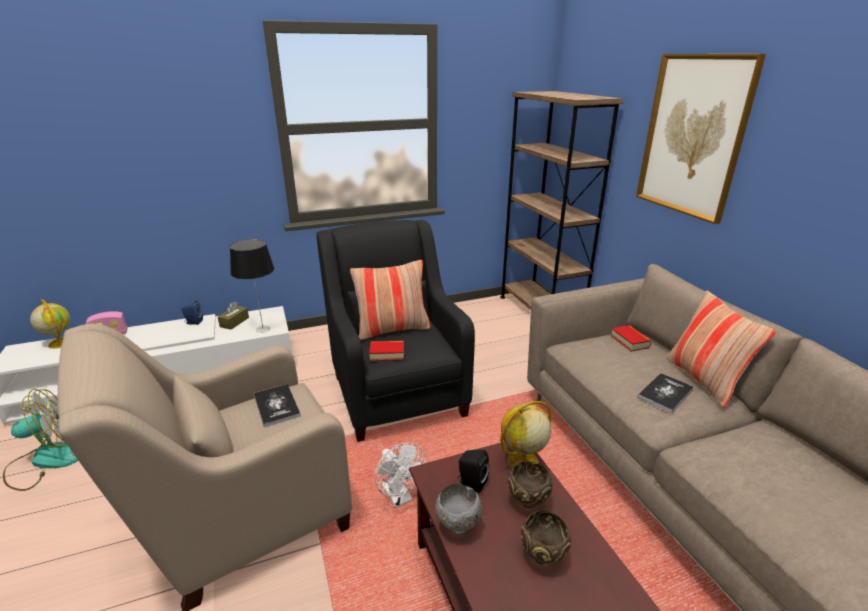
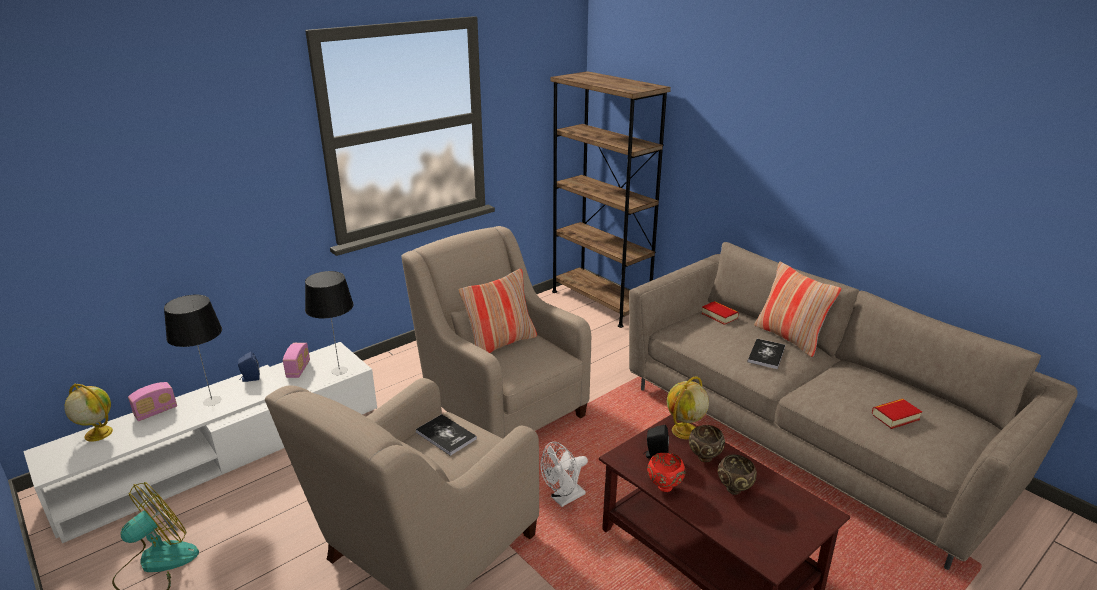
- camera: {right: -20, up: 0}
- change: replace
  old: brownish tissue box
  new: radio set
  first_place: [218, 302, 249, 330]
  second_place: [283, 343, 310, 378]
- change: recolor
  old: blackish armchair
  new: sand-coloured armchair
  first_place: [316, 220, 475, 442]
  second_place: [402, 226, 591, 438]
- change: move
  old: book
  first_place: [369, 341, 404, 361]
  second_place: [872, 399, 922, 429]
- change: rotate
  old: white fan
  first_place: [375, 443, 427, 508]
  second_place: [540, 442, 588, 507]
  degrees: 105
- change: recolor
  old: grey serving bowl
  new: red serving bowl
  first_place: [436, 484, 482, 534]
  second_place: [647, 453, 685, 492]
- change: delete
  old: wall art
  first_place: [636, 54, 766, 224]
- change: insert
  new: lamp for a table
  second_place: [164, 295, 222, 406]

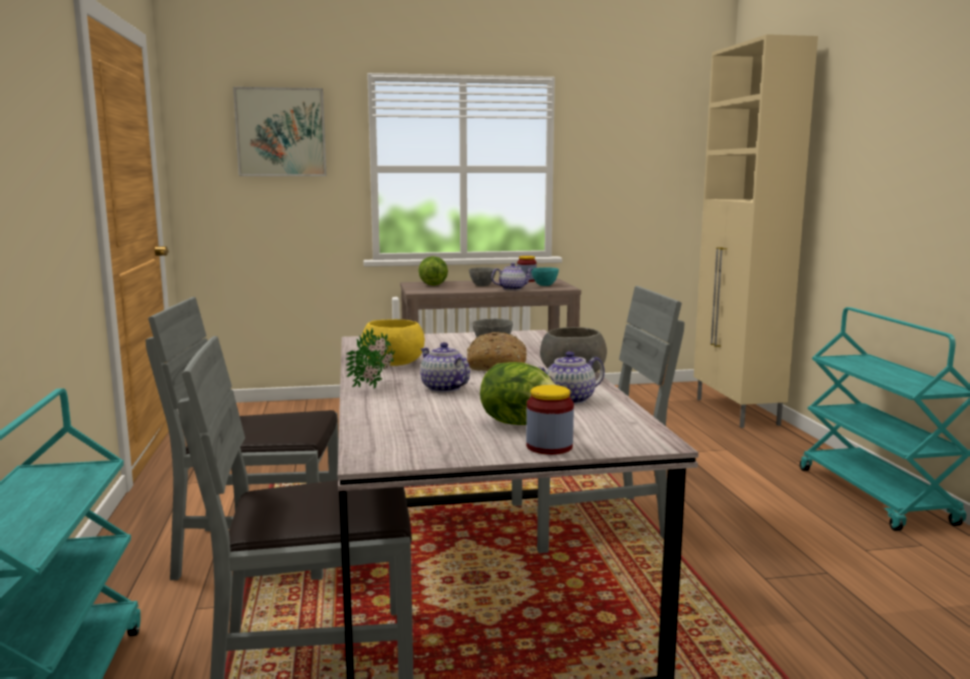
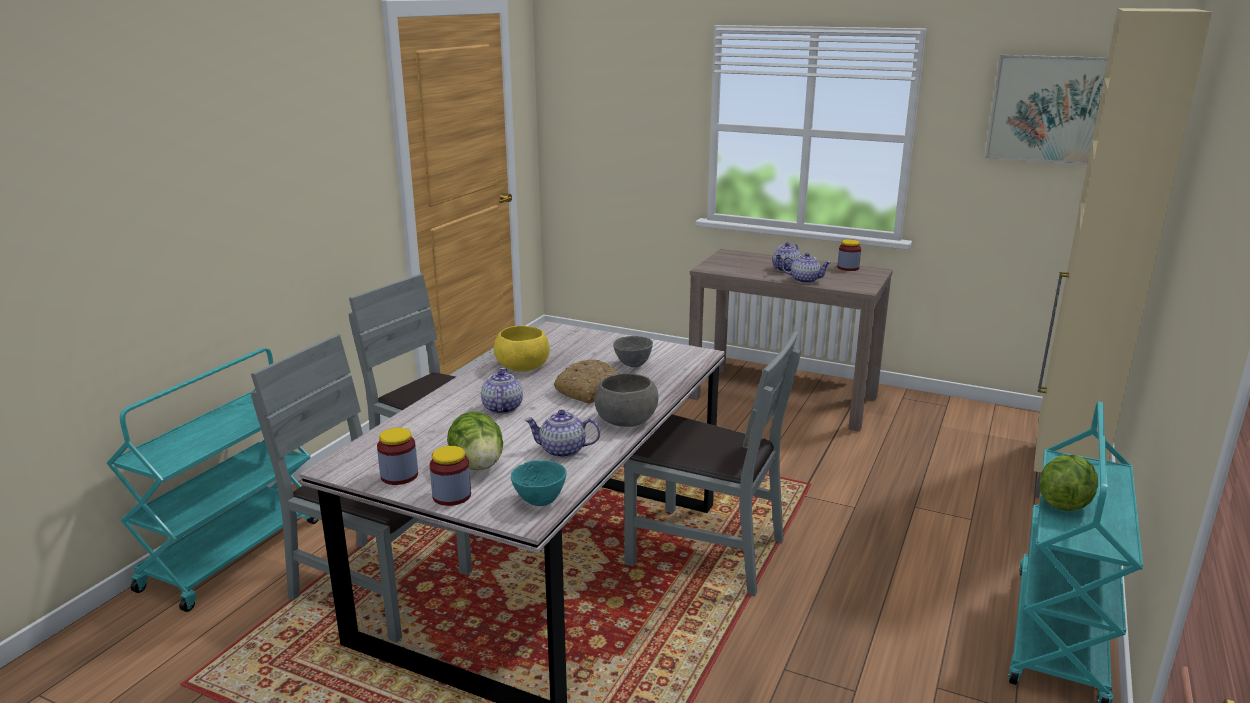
- camera: {right: 35, up: 10}
- change: move
  old: wall art
  first_place: [233, 87, 327, 176]
  second_place: [985, 55, 1108, 165]
- change: delete
  old: potted plant
  first_place: [346, 329, 395, 389]
- change: move
  old: lettuce head
  first_place: [418, 256, 448, 286]
  second_place: [1040, 454, 1098, 511]
- change: replace
  old: grey serving bowl
  new: tea pot
  first_place: [469, 267, 496, 286]
  second_place: [772, 242, 801, 272]
- change: move
  old: blue-green serving bowl
  first_place: [531, 267, 559, 286]
  second_place: [511, 460, 567, 506]
- change: insert
  new: preserve jar
  second_place: [377, 428, 418, 485]

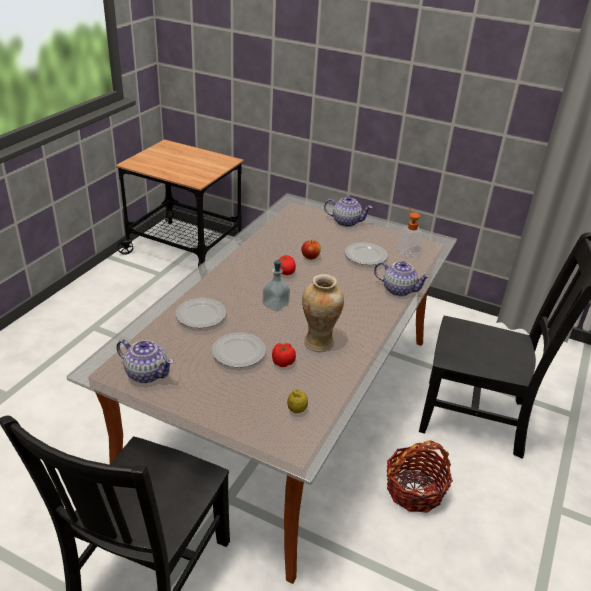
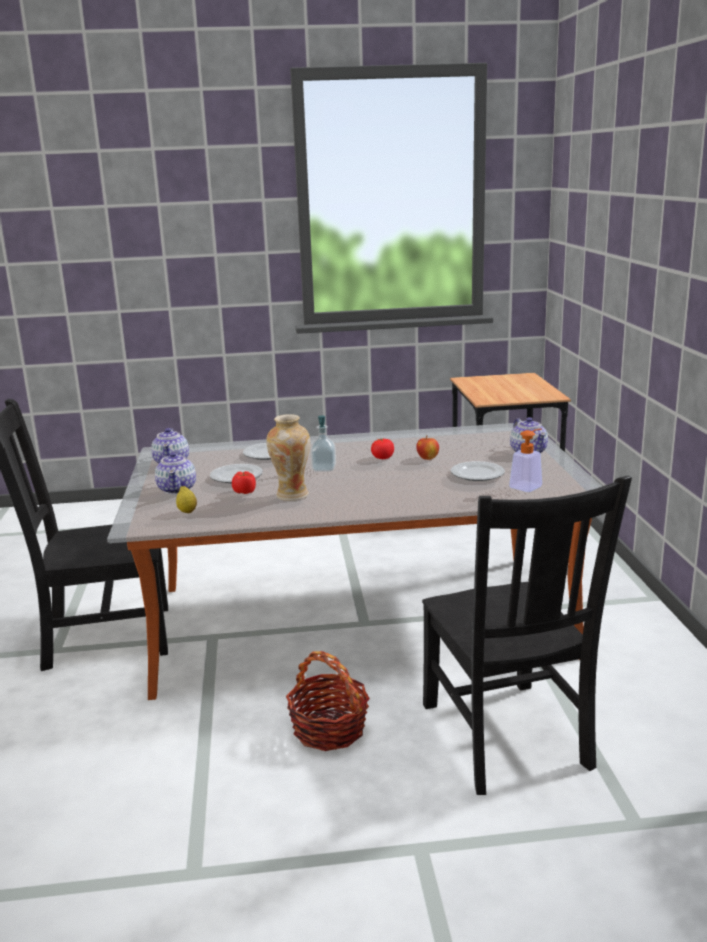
- camera: {right: 60, up: -15}
- change: move
  old: tea pot
  first_place: [374, 261, 430, 297]
  second_place: [155, 452, 196, 494]

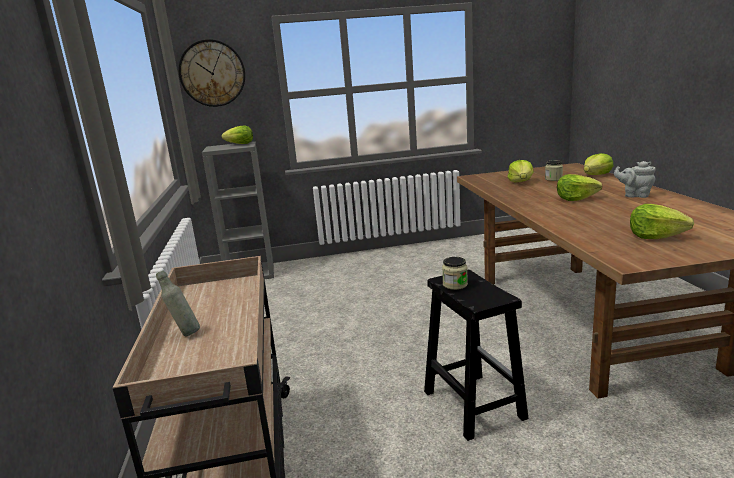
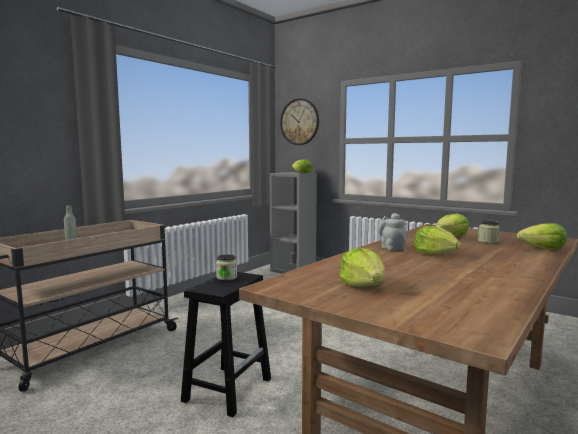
- camera: {right: 45, up: -10}
- change: move
  old: grey tea pot
  first_place: [614, 161, 656, 198]
  second_place: [379, 213, 406, 251]

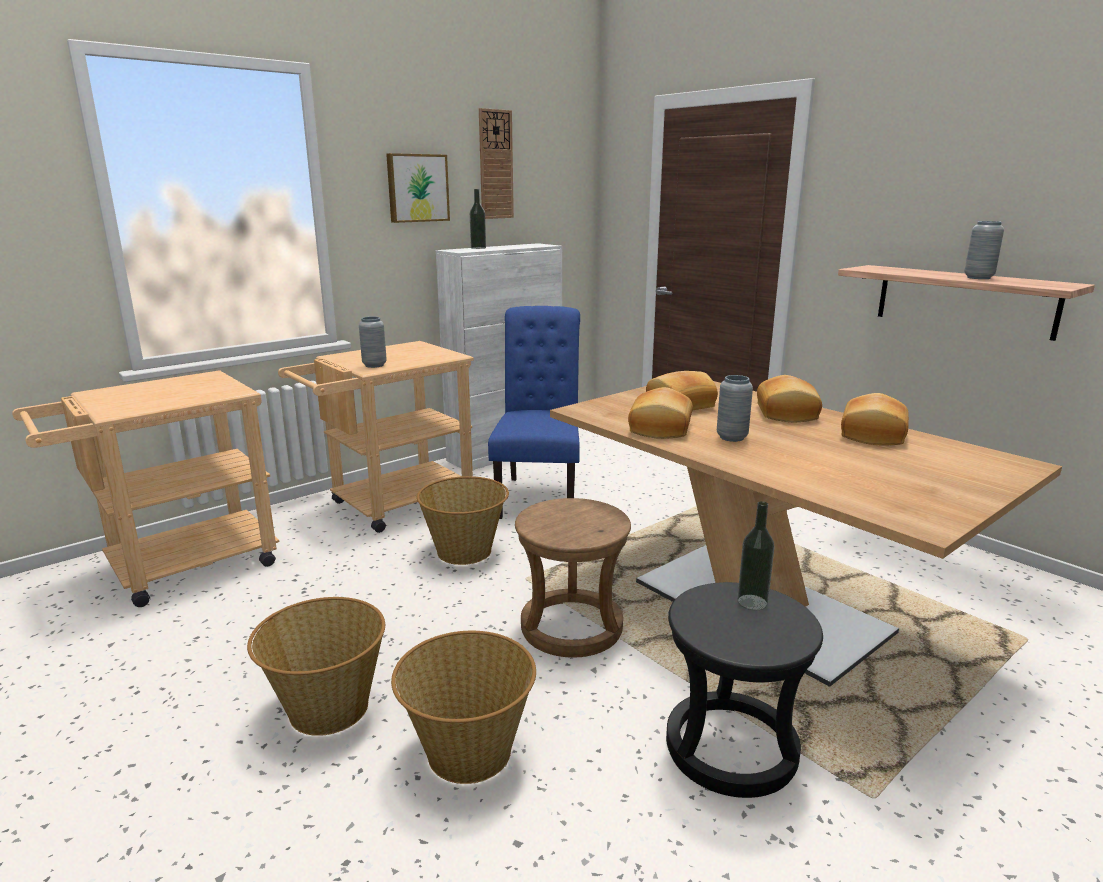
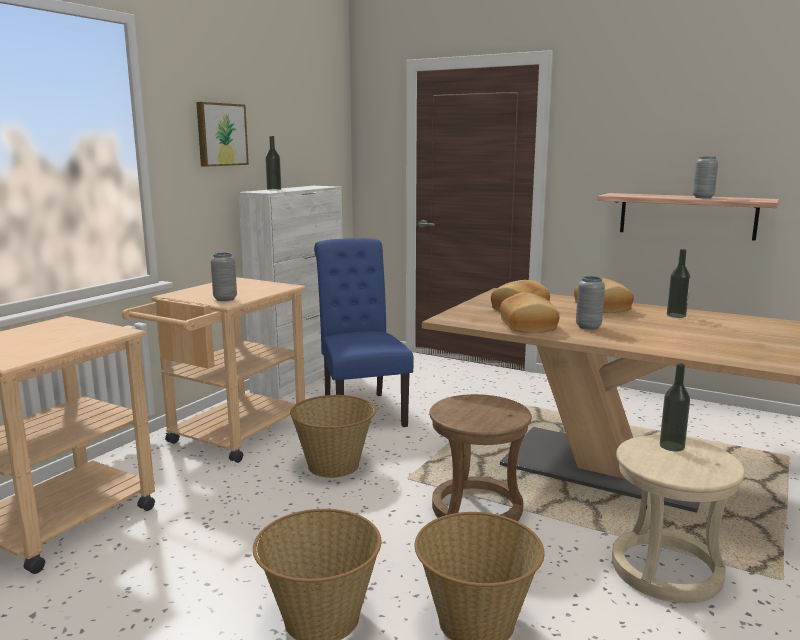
- camera: {right: -20, up: -5}
- change: delete
  old: clock on the wall
  first_place: [479, 108, 514, 219]
- change: recolor
  old: blackish sitting stool
  new: sand-coloured sitting stool
  first_place: [666, 582, 823, 798]
  second_place: [612, 435, 745, 603]
- change: replace
  old: bakery bread
  new: bottle
  first_place: [841, 393, 909, 445]
  second_place: [667, 249, 690, 318]

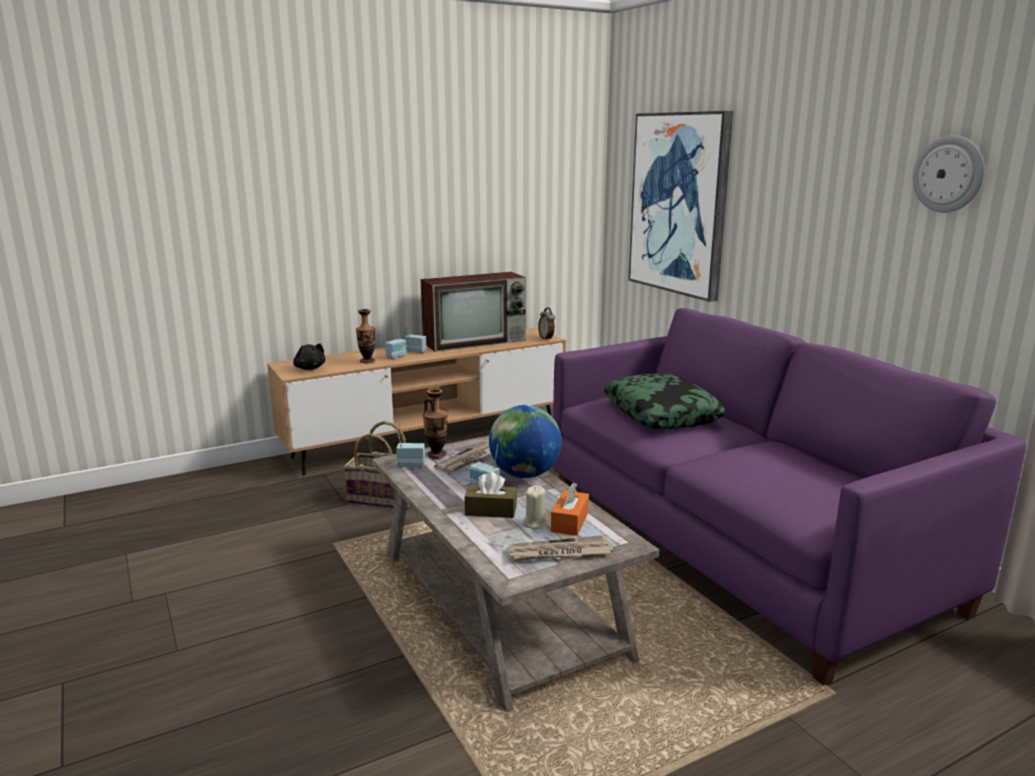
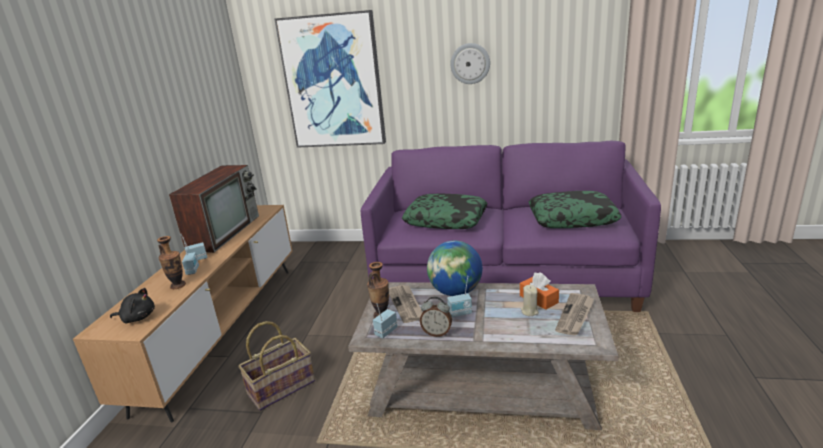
- camera: {right: -50, up: 5}
- change: delete
  old: brownish tissue box
  first_place: [464, 472, 517, 518]
- change: move
  old: bedside clock
  first_place: [538, 308, 555, 341]
  second_place: [420, 297, 452, 337]
- change: move
  old: clock on the wall
  first_place: [913, 136, 984, 213]
  second_place: [450, 43, 490, 84]
- change: insert
  new: cushion
  second_place: [529, 191, 622, 228]

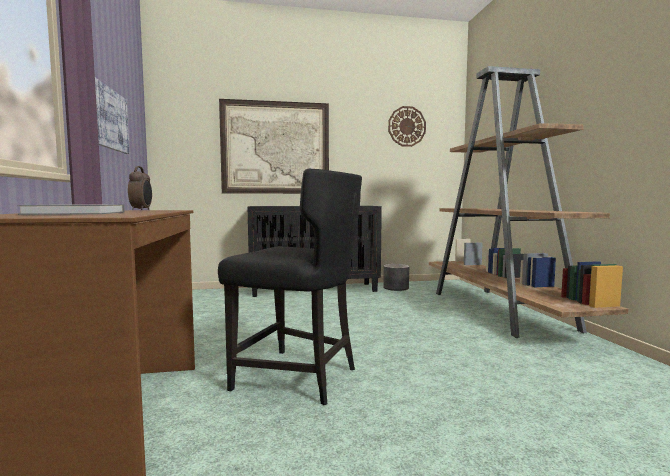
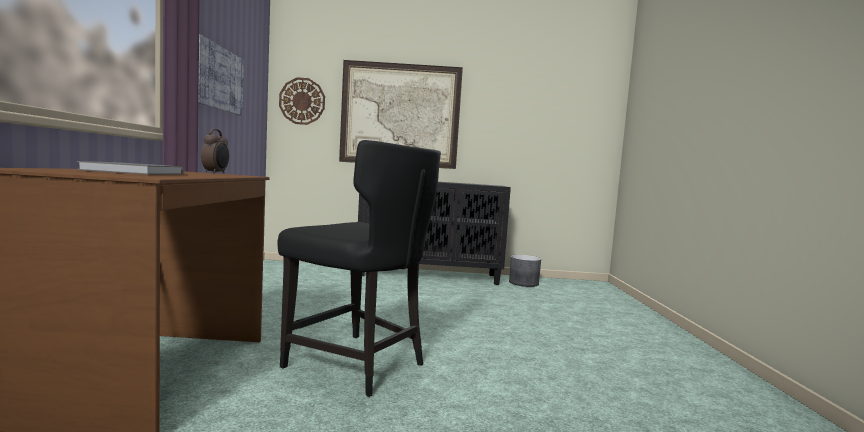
- camera: {right: 10, up: 0}
- change: move
  old: clock on the wall
  first_place: [388, 106, 426, 147]
  second_place: [279, 77, 325, 125]
- change: delete
  old: brownish bookcase
  first_place: [429, 66, 628, 338]

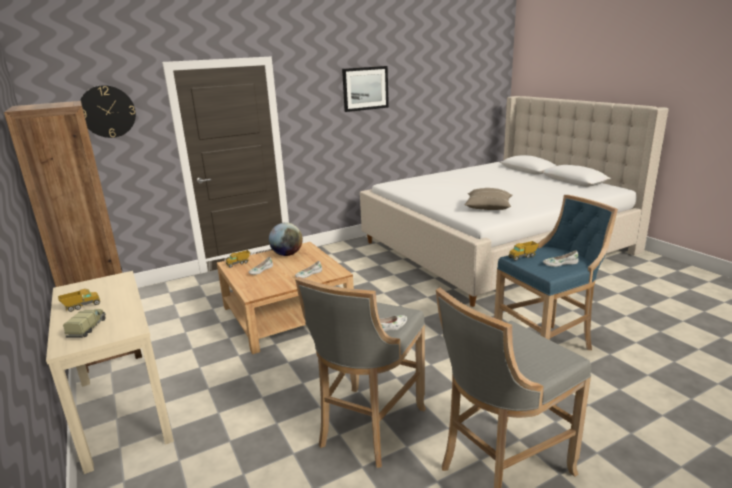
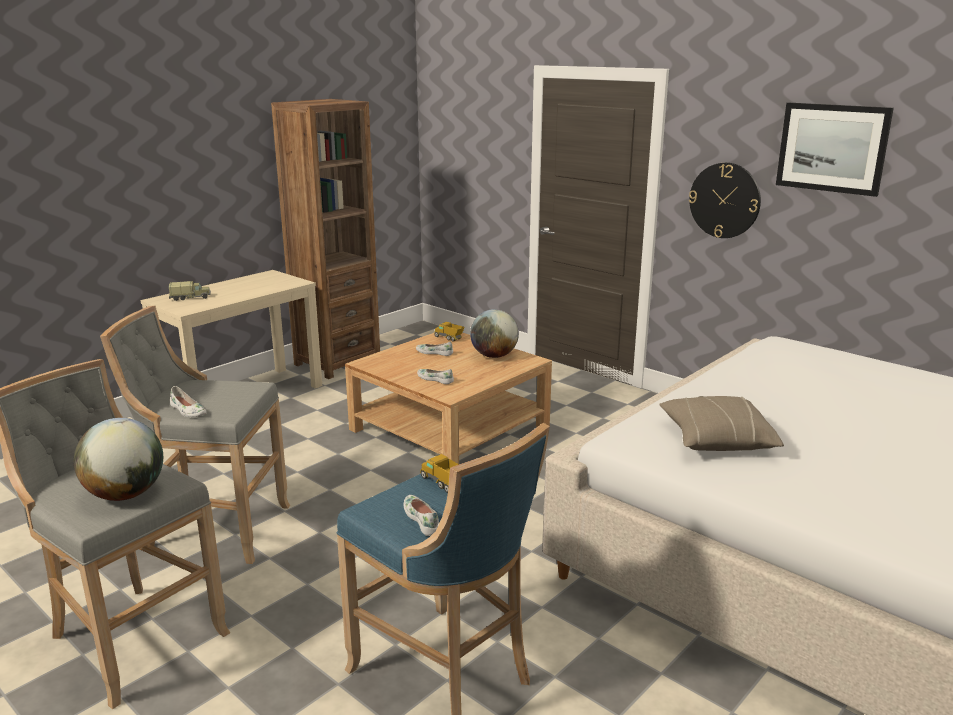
- camera: {right: 70, up: 0}
- change: delete
  old: model truck
  first_place: [58, 289, 101, 312]
- change: move
  old: clock on the wall
  first_place: [80, 85, 136, 138]
  second_place: [689, 163, 761, 238]
- change: insert
  new: world globe
  second_place: [74, 418, 163, 501]

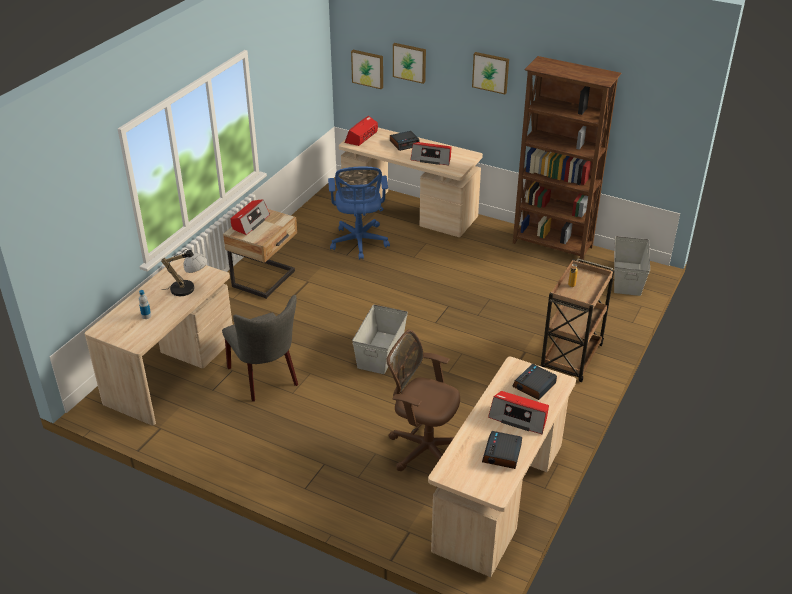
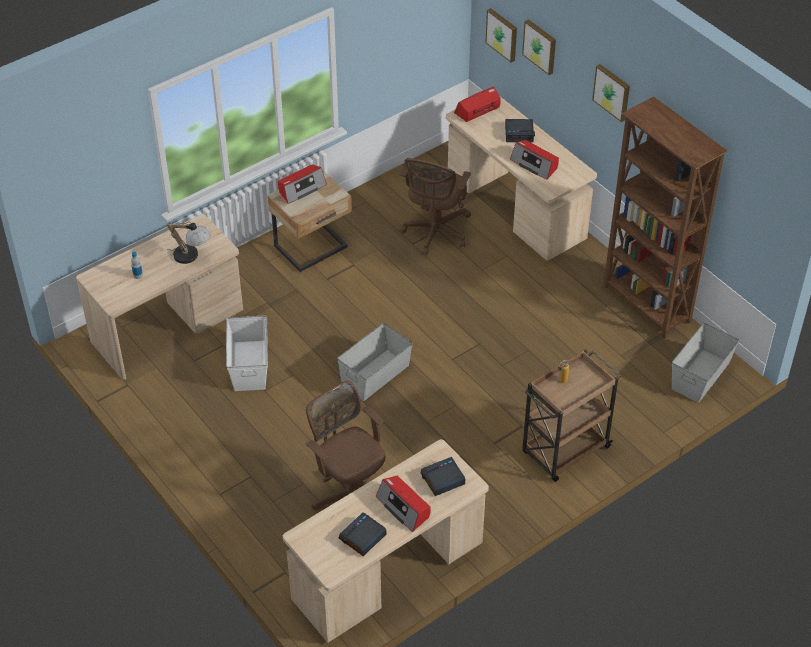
- camera: {right: 25, up: 10}
- change: replace
  old: grey plain chair
  new: white storage container
  first_place: [222, 295, 298, 402]
  second_place: [226, 315, 268, 391]
- change: recolor
  old: blue computer chair
  new: brownish computer chair
  first_place: [328, 166, 390, 260]
  second_place: [399, 158, 471, 255]

